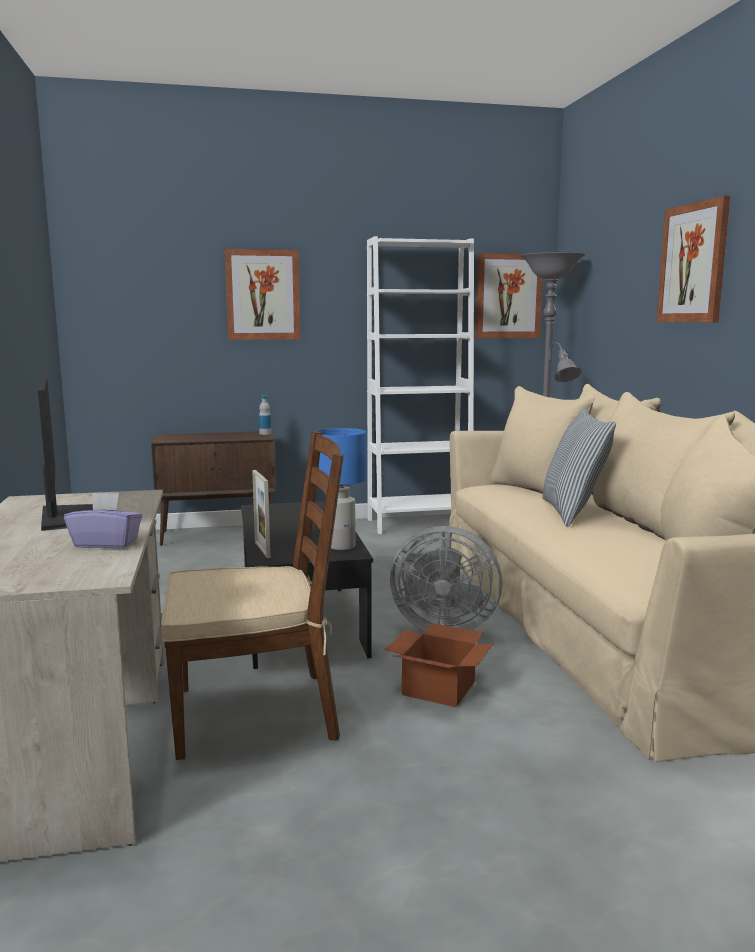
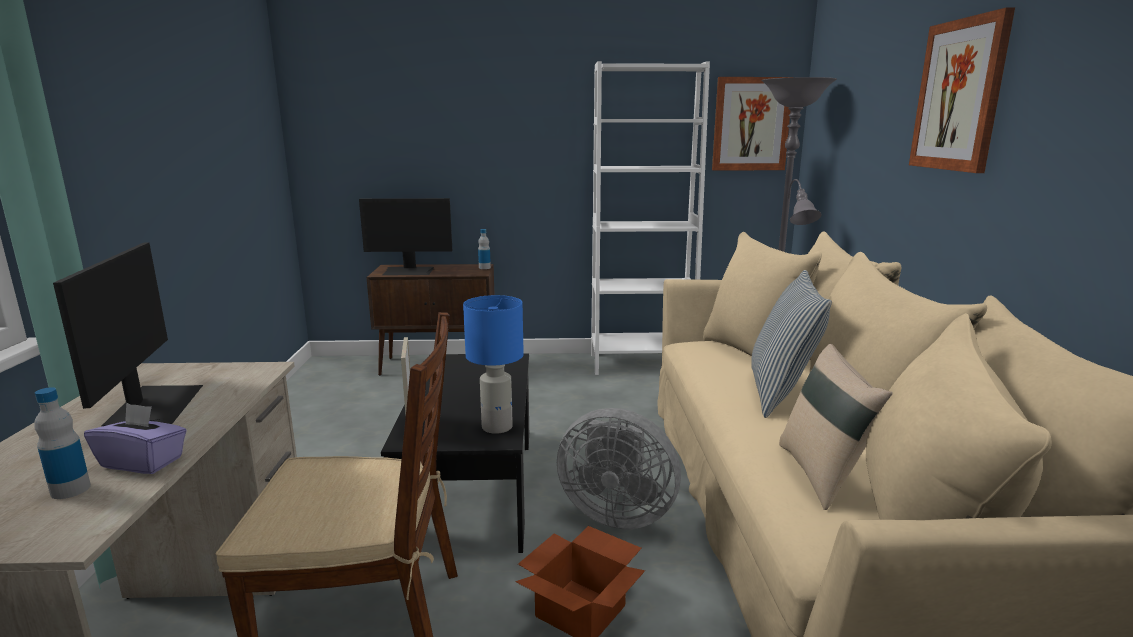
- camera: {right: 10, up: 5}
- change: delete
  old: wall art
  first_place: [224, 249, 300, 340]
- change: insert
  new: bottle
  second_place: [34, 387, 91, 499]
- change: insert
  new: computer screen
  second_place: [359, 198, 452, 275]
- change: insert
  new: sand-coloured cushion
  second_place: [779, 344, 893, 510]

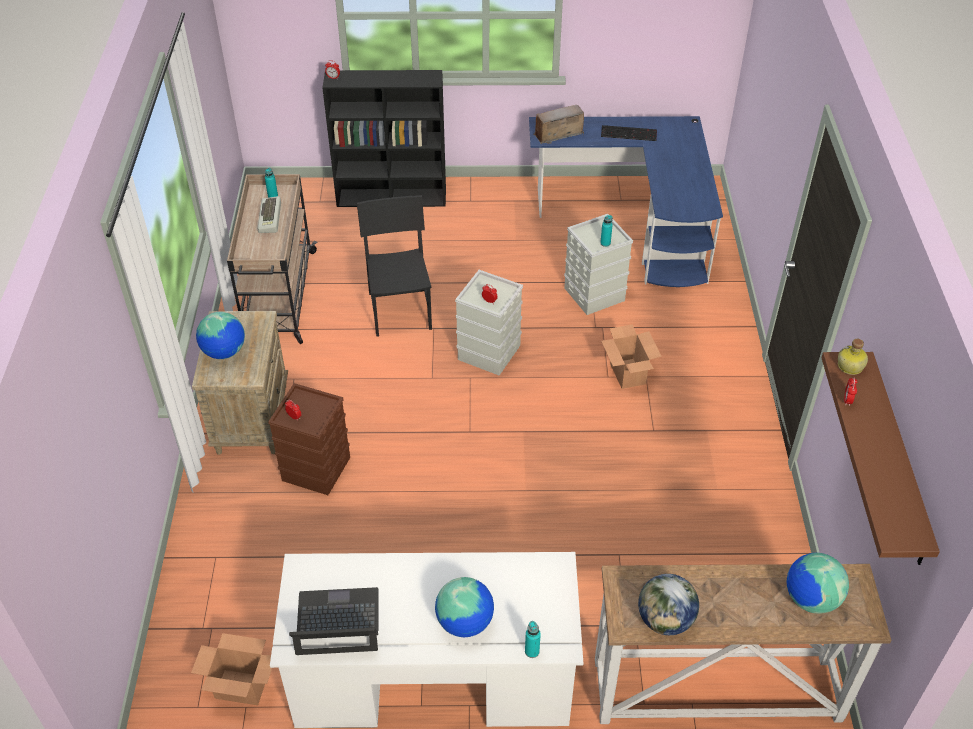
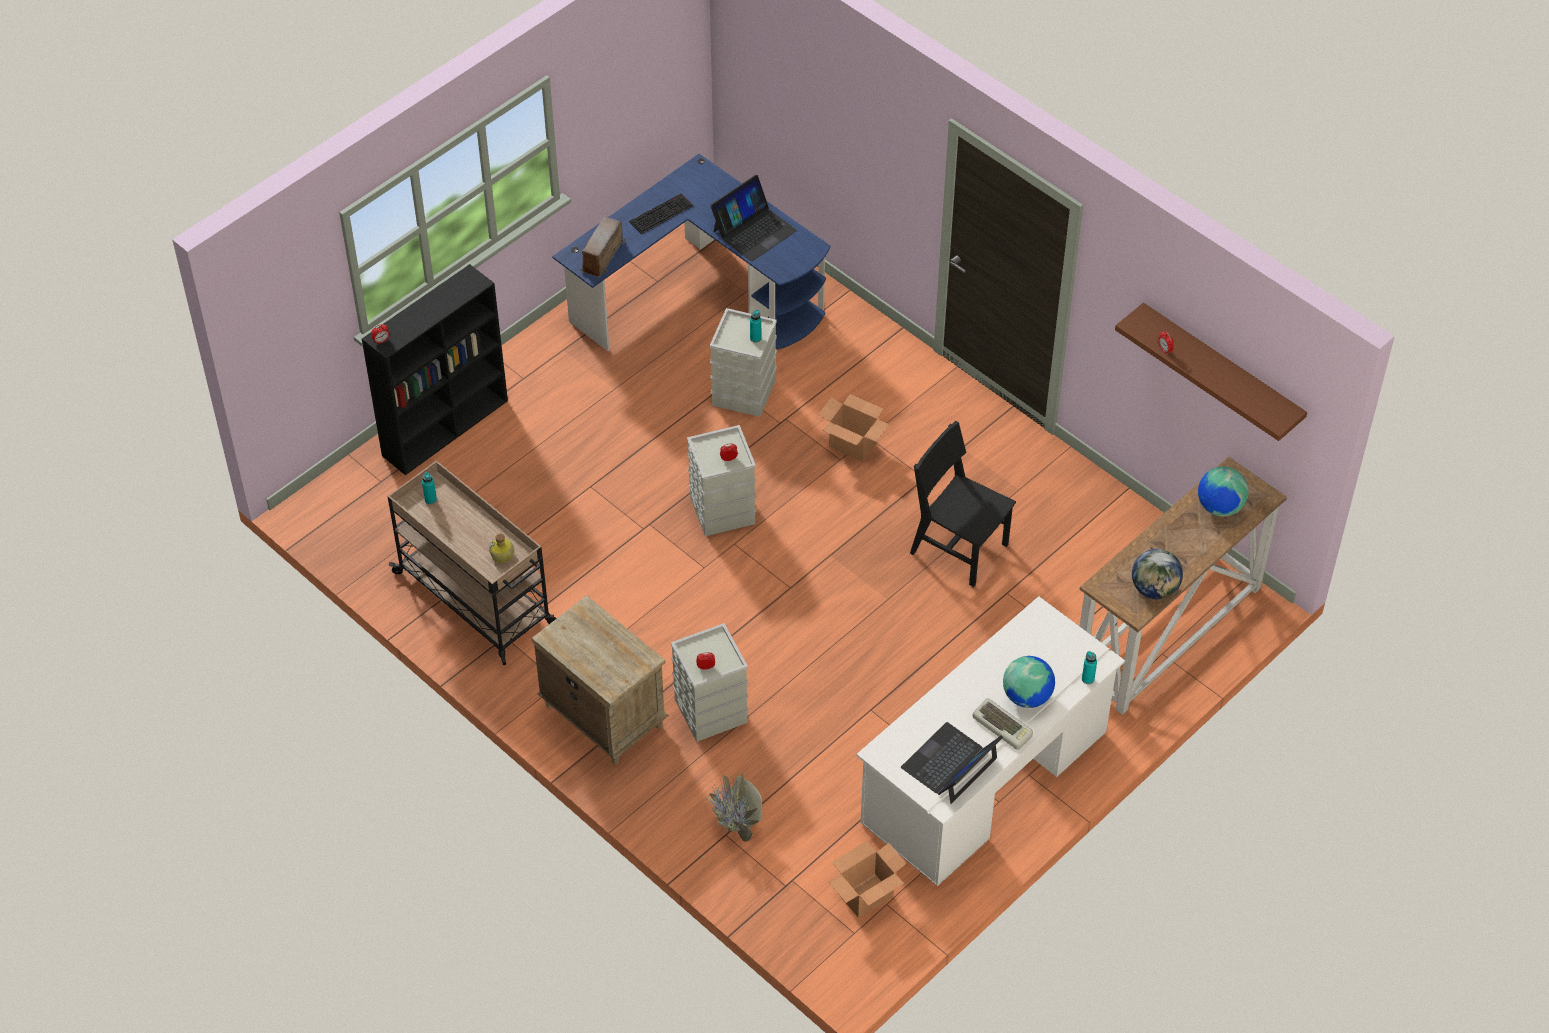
- camera: {right: -45, up: 5}
- change: delete
  old: world globe
  first_place: [196, 312, 245, 359]
- change: move
  old: PC keyboard
  first_place: [257, 196, 281, 233]
  second_place: [973, 698, 1033, 750]
- change: recolor
  old: brownish storage container
  new: grey storage container
  first_place: [268, 383, 350, 495]
  second_place: [671, 623, 748, 742]
- change: move
  old: blackish plain chair
  first_place: [357, 195, 432, 337]
  second_place: [910, 421, 1016, 587]
- change: move
  old: bottle
  first_place: [838, 339, 868, 375]
  second_place: [489, 534, 514, 563]
- change: insert
  new: potted plant
  second_place: [701, 772, 762, 858]
- change: insert
  new: laptop
  second_place: [710, 175, 797, 262]

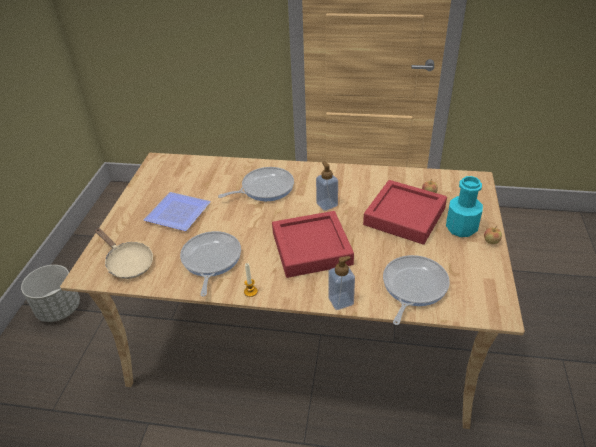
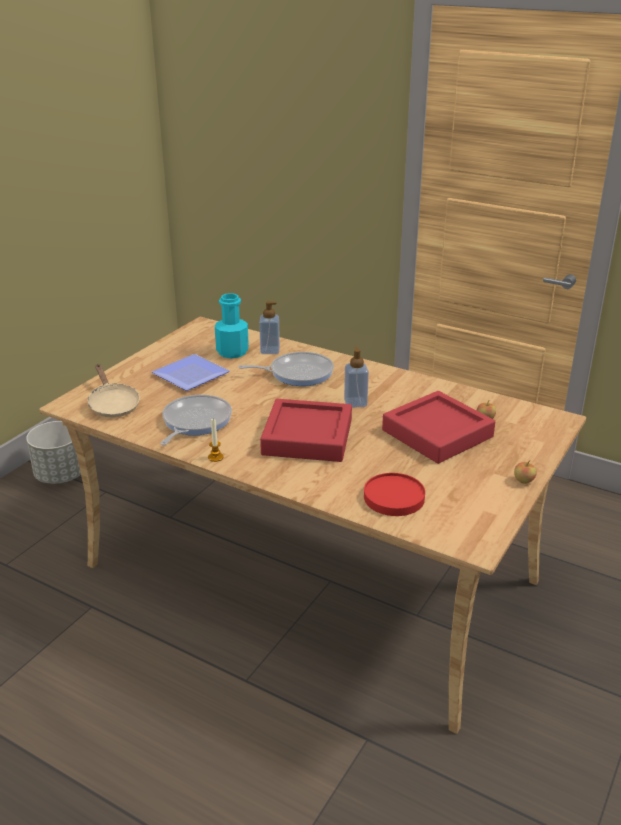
- camera: {right: 20, up: -10}
- change: move
  old: liquid soap bottle
  first_place: [329, 256, 355, 310]
  second_place: [259, 301, 280, 354]
- change: replace
  old: frying pan
  new: red dinner plate
  first_place: [383, 255, 450, 325]
  second_place: [364, 473, 425, 516]
- change: move
  old: blue-green bottle
  first_place: [446, 176, 483, 237]
  second_place: [215, 293, 249, 358]

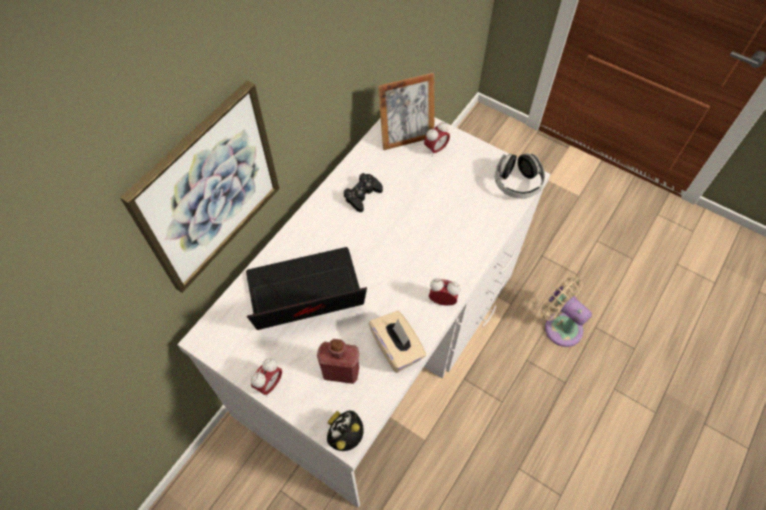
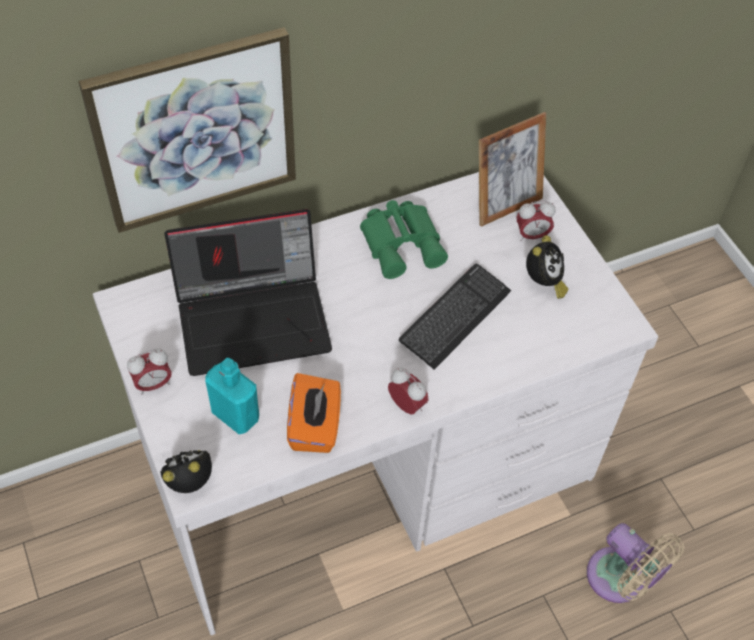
- camera: {right: 30, up: -5}
- change: rotate
  old: laptop
  first_place: [246, 247, 367, 330]
  second_place: [164, 209, 332, 376]
  degrees: 150
- change: recolor
  old: red bottle
  new: blue-green bottle
  first_place: [317, 339, 359, 384]
  second_place: [205, 358, 259, 434]
- change: replace
  old: blackish joypad
  new: green field glasses
  first_place: [344, 173, 383, 212]
  second_place: [360, 200, 448, 279]
- change: recolor
  old: sand-coloured tissue box
  new: orangey tissue box
  first_place: [369, 311, 426, 373]
  second_place: [287, 373, 341, 453]
- change: rotate
  old: photo frame
  first_place: [378, 73, 434, 150]
  second_place: [479, 112, 546, 227]
  degrees: -45
- change: delete
  old: pair of headphones
  first_place: [495, 153, 545, 199]
- change: rotate
  old: sand-coloured fan
  first_place: [541, 277, 592, 347]
  second_place: [587, 523, 684, 603]
  degrees: 150
- change: insert
  new: PC keyboard
  second_place: [399, 263, 511, 370]
- change: insert
  new: bedside clock
  second_place: [526, 235, 568, 299]

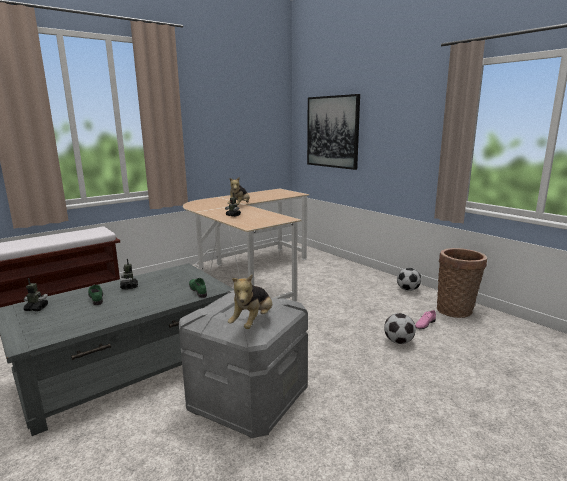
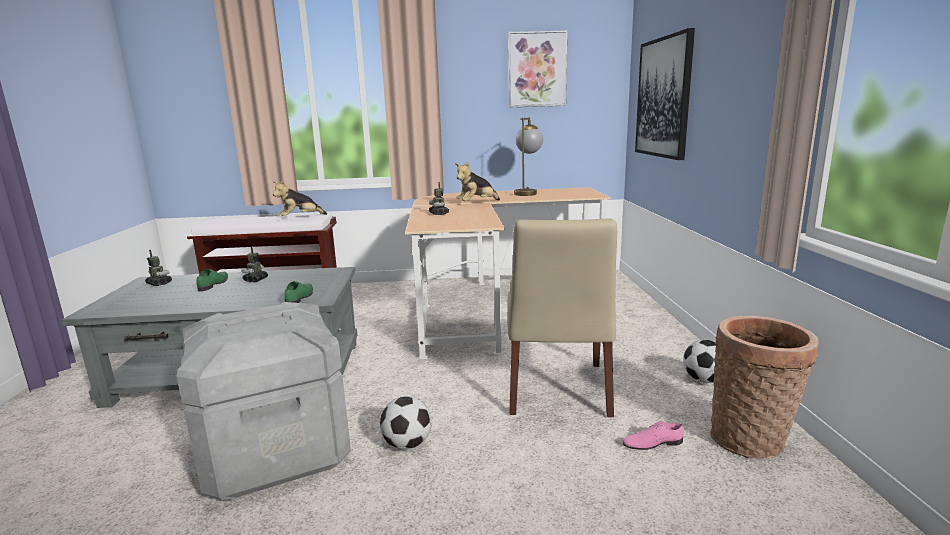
- camera: {right: 35, up: 0}
- change: move
  old: cuddly toy
  first_place: [228, 274, 272, 329]
  second_place: [273, 180, 327, 216]
- change: move
  old: football ball
  first_place: [384, 313, 416, 344]
  second_place: [380, 396, 432, 450]
- change: insert
  new: sand-coloured plain chair
  second_place: [507, 219, 617, 417]
- change: insert
  new: wall art
  second_place: [508, 30, 567, 108]
- change: insert
  new: lamp for a table
  second_place: [514, 117, 543, 196]

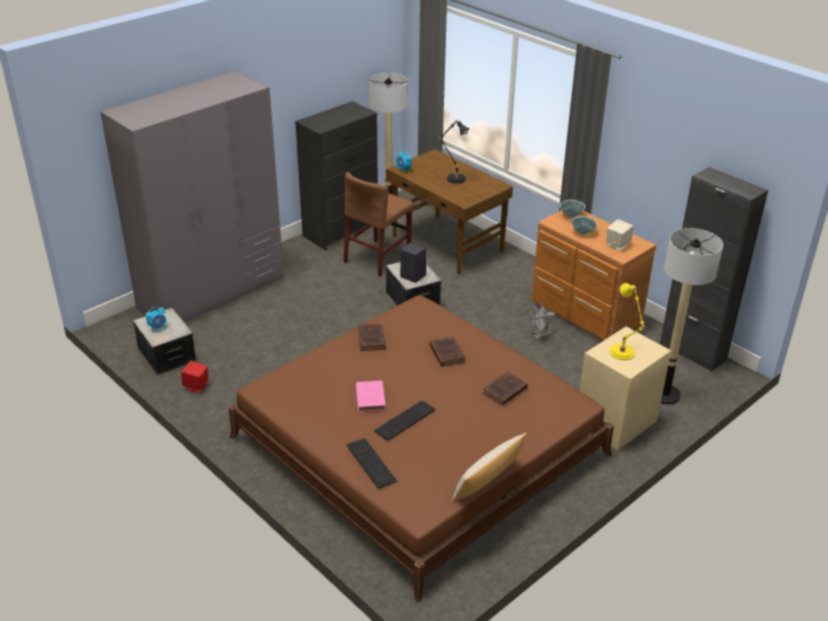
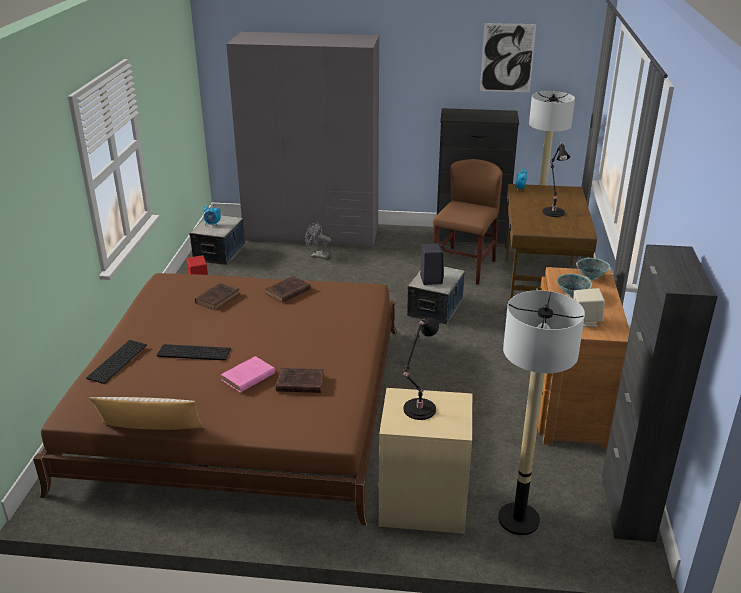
- camera: {right: 50, up: -5}
- change: rotate
  old: brownish plain chair
  first_place: [344, 172, 414, 277]
  second_place: [433, 159, 503, 285]
  degrees: 120
- change: move
  old: pinkish book
  first_place: [356, 380, 386, 412]
  second_place: [221, 356, 275, 393]
- change: move
  old: brownish book
  first_place: [429, 336, 466, 367]
  second_place: [195, 282, 240, 311]
- change: move
  old: grey fan
  first_place: [527, 301, 555, 340]
  second_place: [305, 221, 331, 259]
- change: recolor
  old: yellow lamp for a table
  new: blackish lamp for a table
  first_place: [610, 283, 646, 360]
  second_place: [403, 318, 439, 420]
- change: insert
  new: wall art
  second_place: [480, 23, 536, 92]

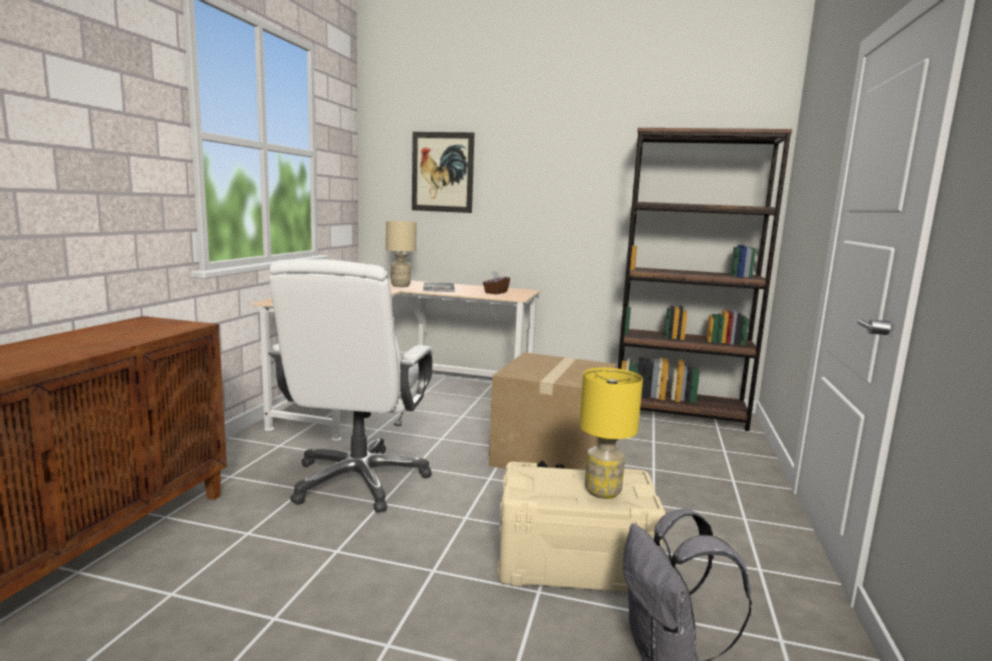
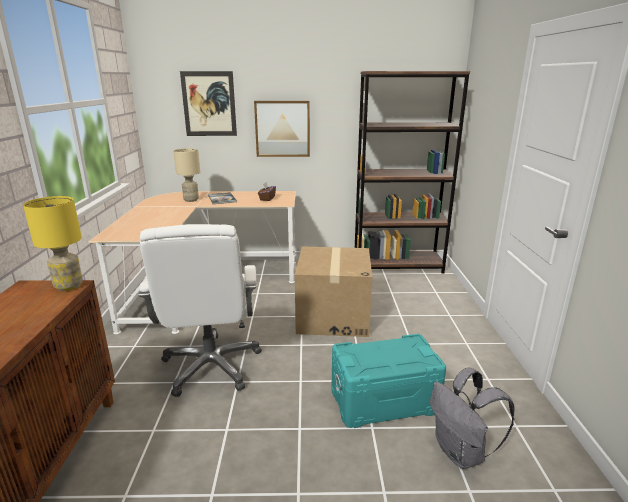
- camera: {right: -15, up: 10}
- change: recolor
  old: sand-coloured storage container
  new: blue-green storage container
  first_place: [498, 462, 666, 592]
  second_place: [331, 334, 446, 428]
- change: move
  old: yellow lamp for a table
  first_place: [579, 368, 643, 499]
  second_place: [23, 196, 83, 291]
- change: insert
  new: wall art
  second_place: [254, 101, 310, 157]

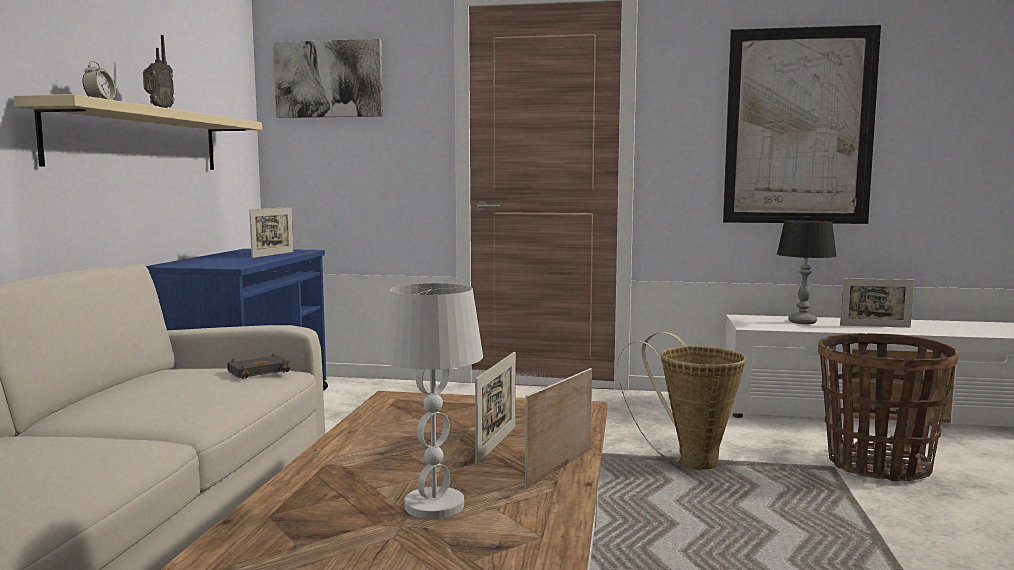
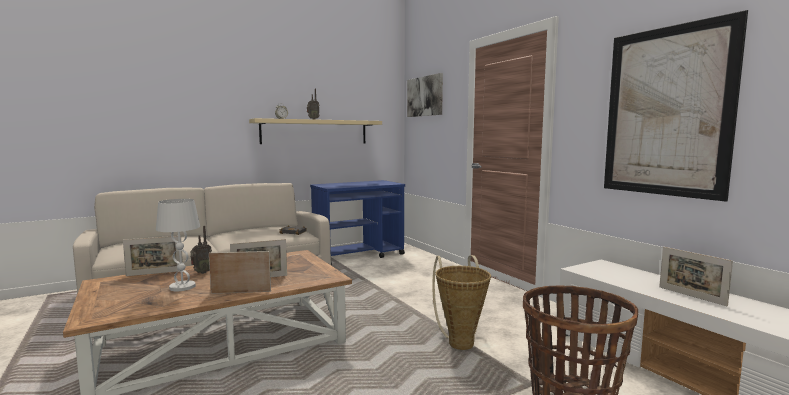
- camera: {right: 50, up: 0}
- change: move
  old: photo frame
  first_place: [249, 207, 293, 258]
  second_place: [123, 236, 183, 276]
- change: delete
  old: lamp for a table
  first_place: [777, 220, 837, 324]
- change: insert
  new: radio set
  second_place: [191, 226, 212, 274]

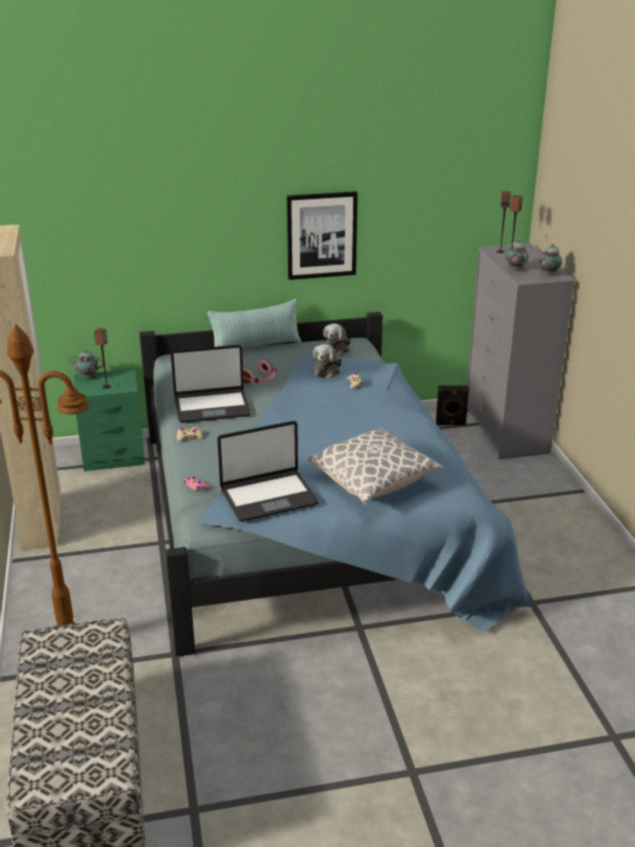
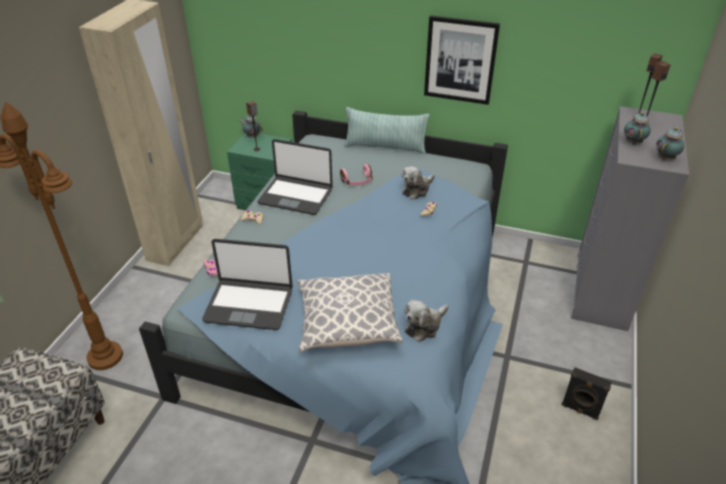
- camera: {right: 30, up: 10}
- change: move
  old: cuddly toy
  first_place: [323, 324, 351, 356]
  second_place: [404, 300, 448, 342]
- change: move
  old: blackish loudspeaker
  first_place: [436, 386, 470, 426]
  second_place: [561, 367, 612, 420]

